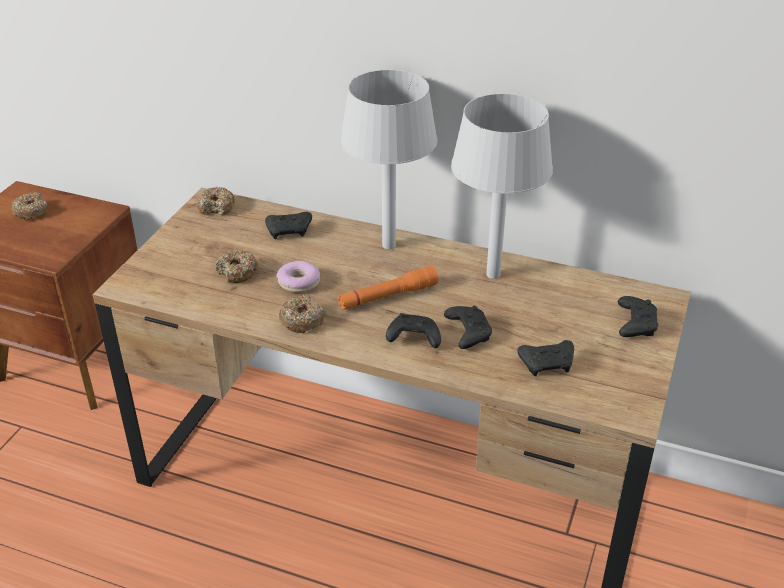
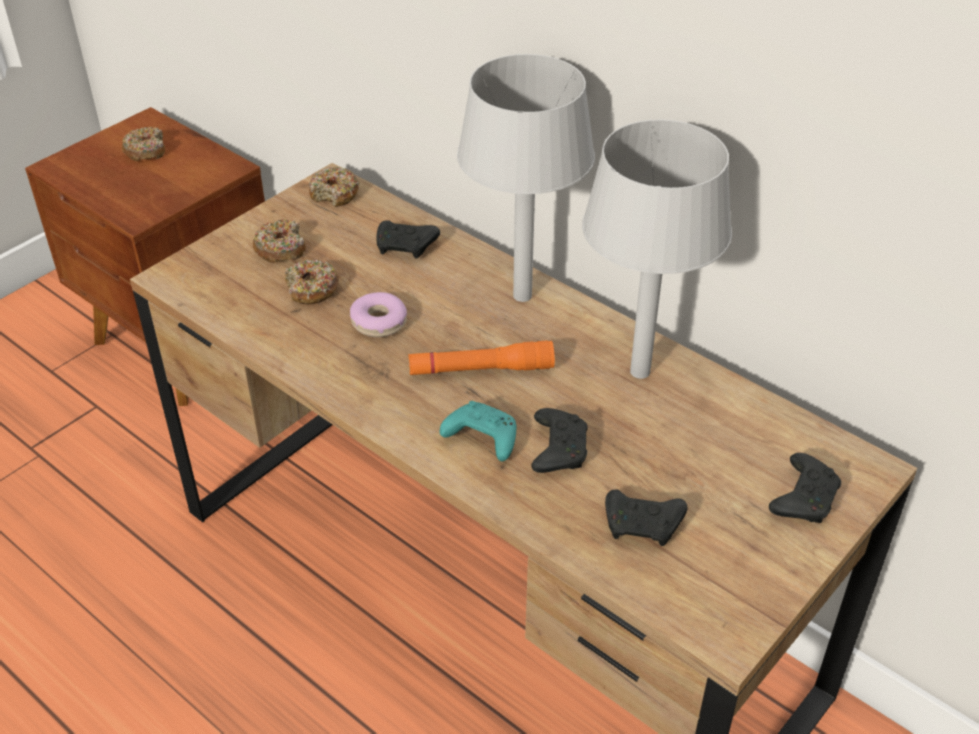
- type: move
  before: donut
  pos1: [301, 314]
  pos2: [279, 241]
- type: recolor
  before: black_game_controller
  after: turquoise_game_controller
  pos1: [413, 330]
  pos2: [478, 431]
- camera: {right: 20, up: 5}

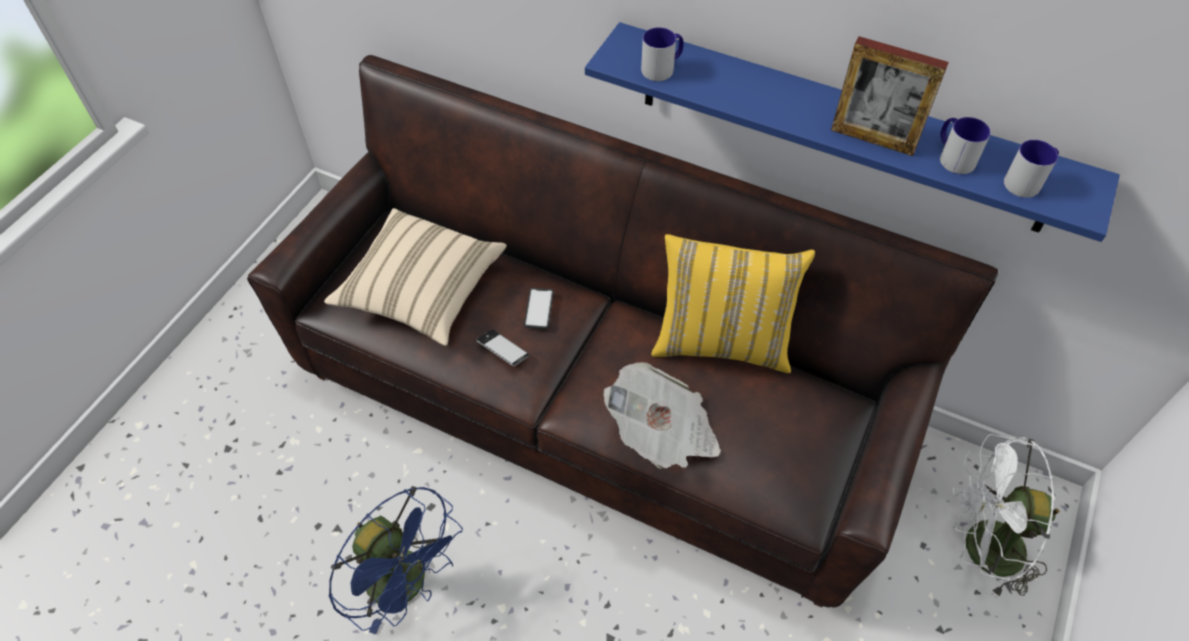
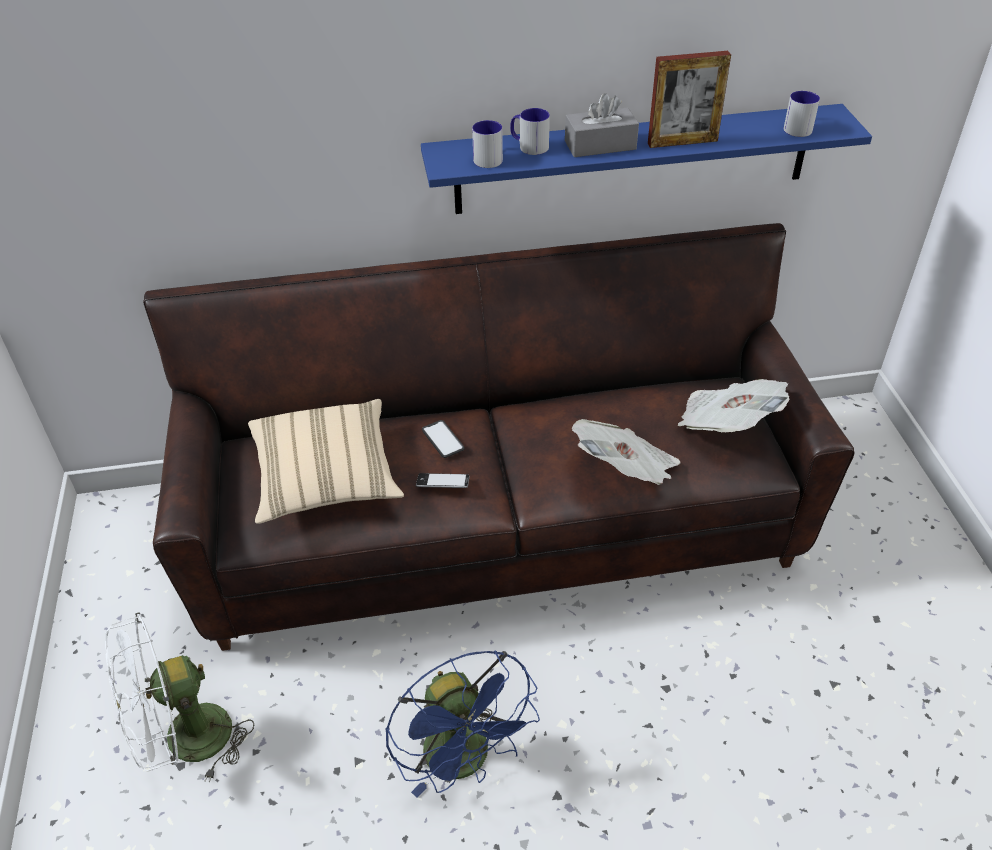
- type: delete
  before: yellow_pillow
  pos1: [733, 303]
- type: insert
  after: grey_tissue_box
  pos2: [602, 125]
- type: insert
  after: newspaper
  pos2: [733, 406]
- type: move
  before: mug
  pos1: [965, 145]
  pos2: [530, 131]
- type: move
  before: white_fan
  pos1: [1005, 516]
  pos2: [180, 697]
- type: rotate
  before: blue_fan
  pos1: [395, 560]
  pos2: [463, 724]
  turn: 60
- camera: {right: -35, up: -10}

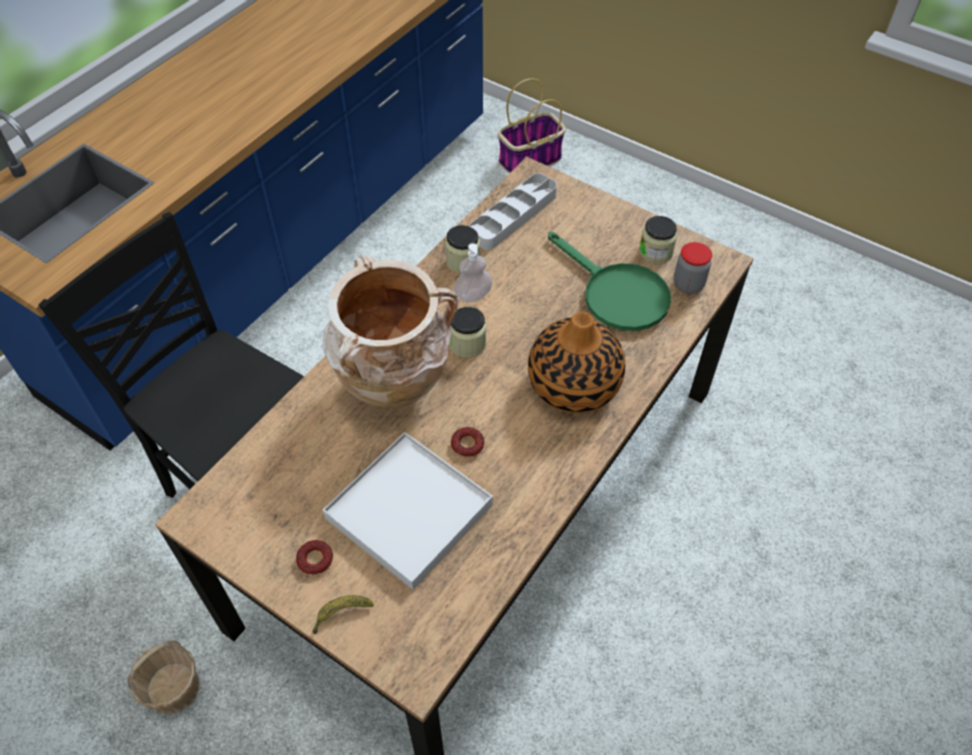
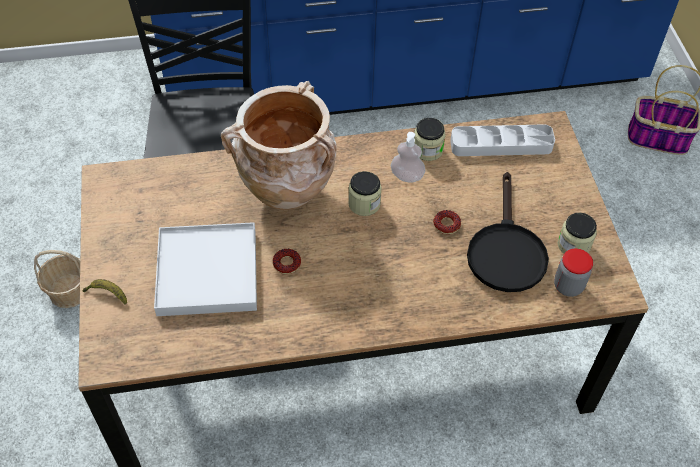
- type: delete
  before: vase
  pos1: [576, 362]
- type: move
  before: donut
  pos1: [314, 557]
  pos2: [447, 222]
- type: recolor
  before: green_frying_pan
  after: black_frying_pan
  pos1: [609, 281]
  pos2: [508, 232]
- camera: {right: 45, up: 0}

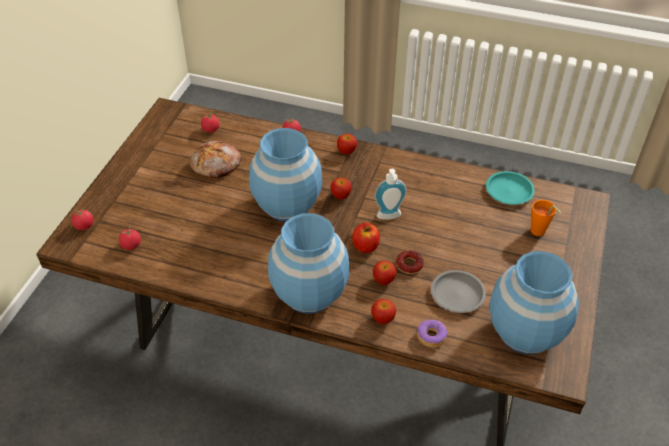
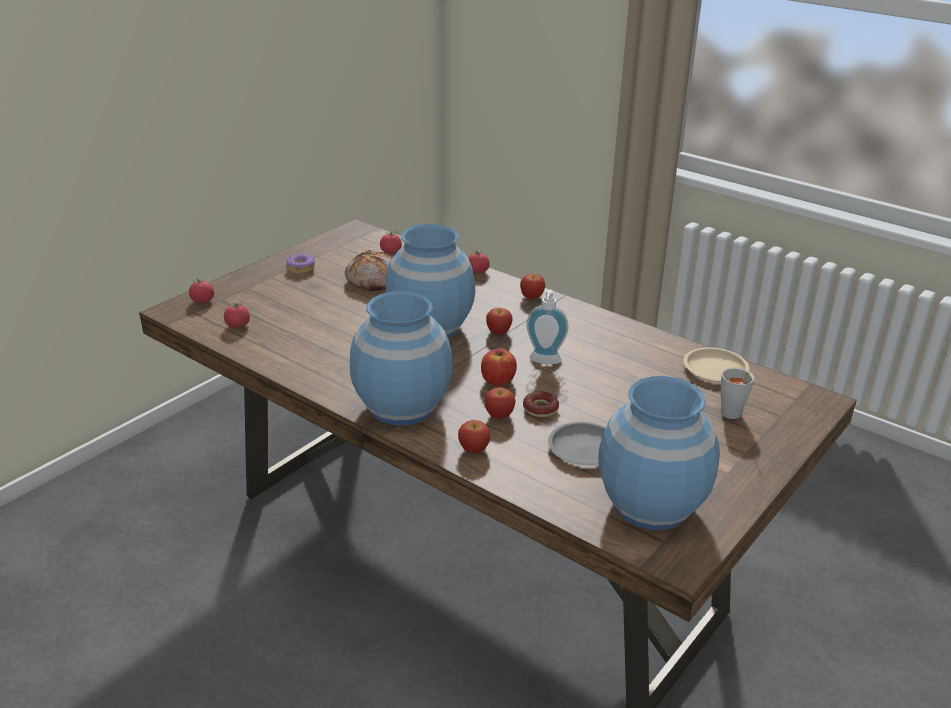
- type: move
  before: donut
  pos1: [432, 333]
  pos2: [300, 264]
- type: recolor
  before: turquoise_plate
  after: beige_plate
  pos1: [510, 188]
  pos2: [716, 364]
- type: recolor
  before: orange_cup
  after: grey_cup
  pos1: [546, 218]
  pos2: [737, 393]
- camera: {right: 20, up: -15}

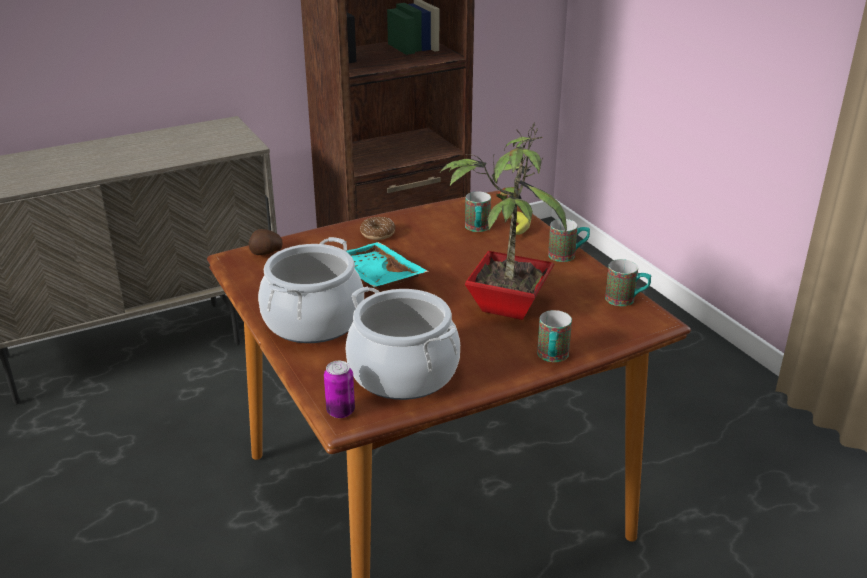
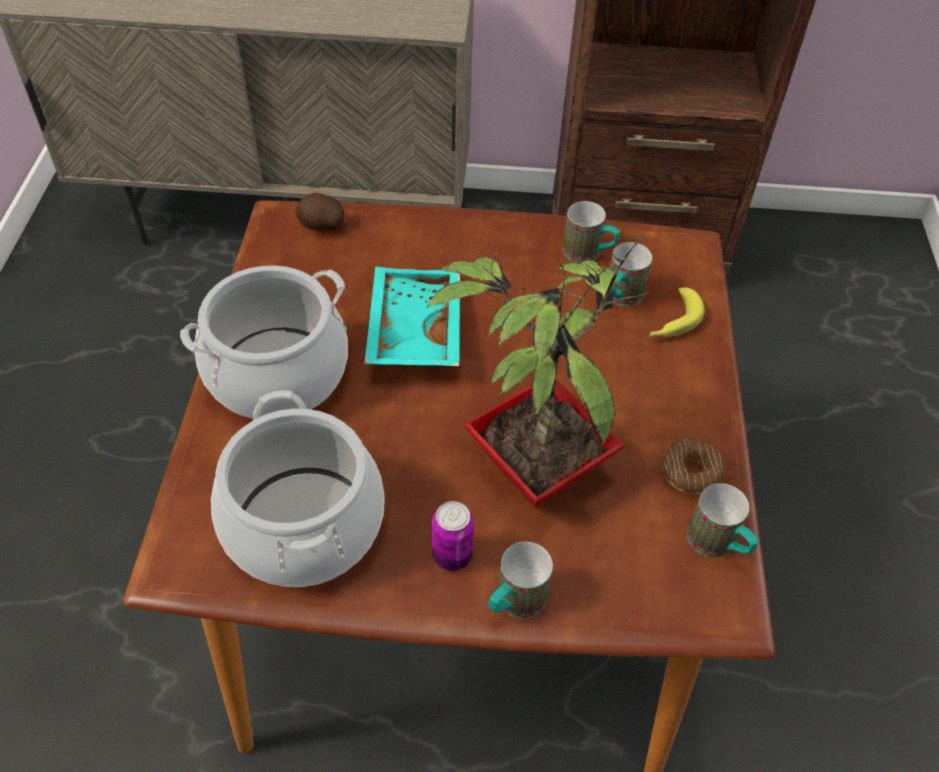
- type: move
  before: can
  pos1: [339, 389]
  pos2: [453, 536]
- type: move
  before: donut
  pos1: [378, 228]
  pos2: [693, 467]
- type: move
  before: mug
  pos1: [569, 240]
  pos2: [591, 232]
- camera: {right: 30, up: 20}

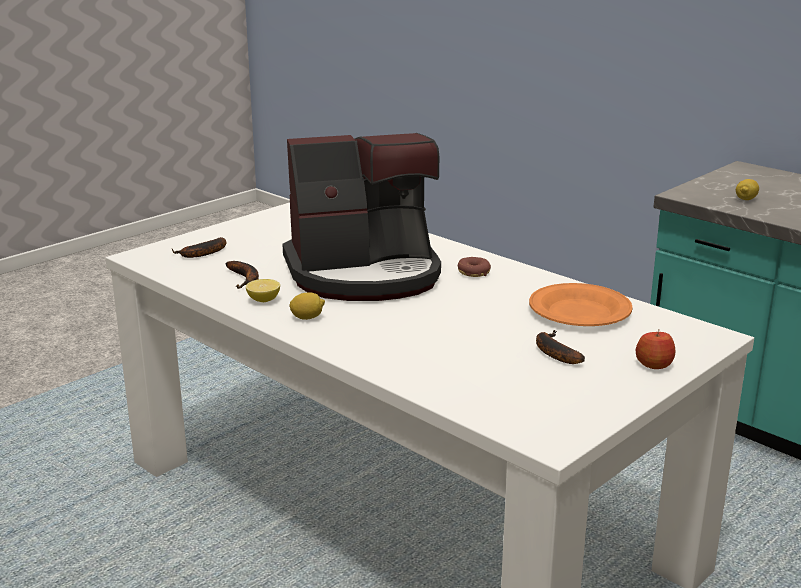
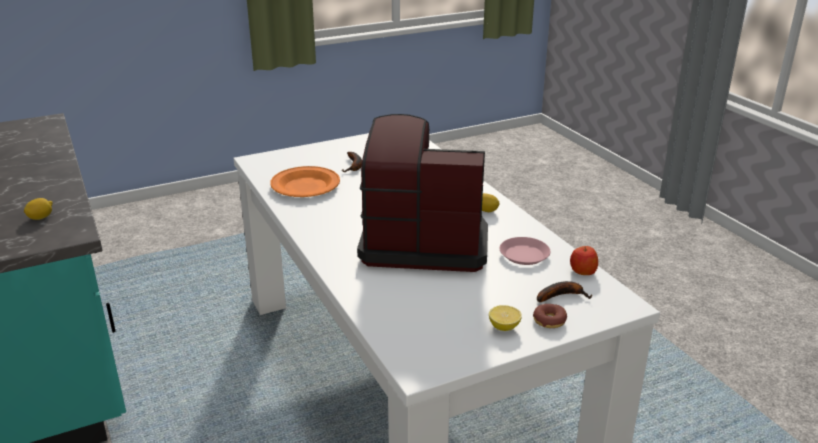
- type: move
  before: lemon
  pos1: [263, 290]
  pos2: [505, 318]
- type: move
  before: donut
  pos1: [474, 267]
  pos2: [550, 316]
- type: move
  before: apple
  pos1: [655, 349]
  pos2: [584, 260]
- type: replace
  before: banana
  after: pink_plate
  pos1: [242, 275]
  pos2: [525, 251]
- camera: {right: -160, up: 5}

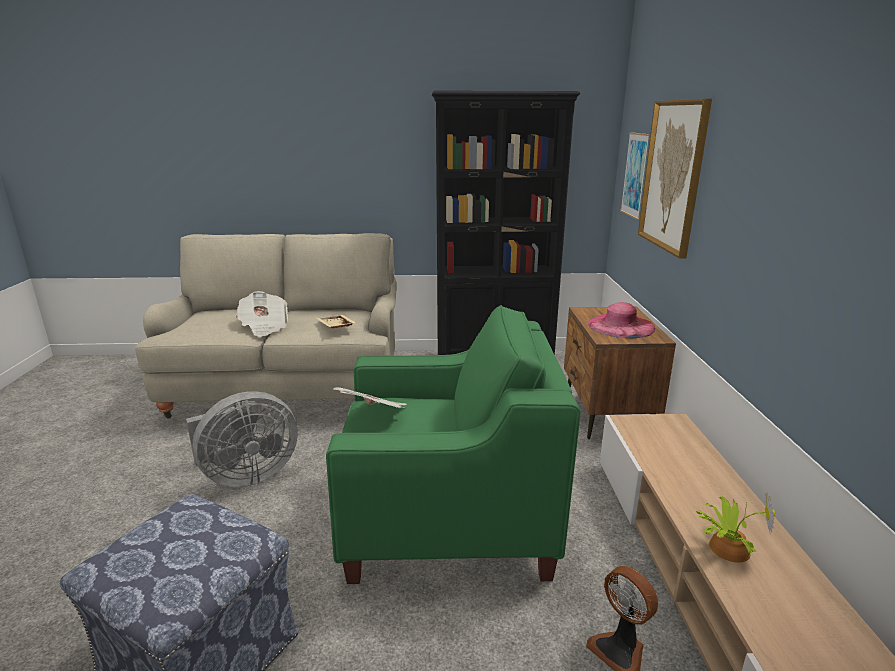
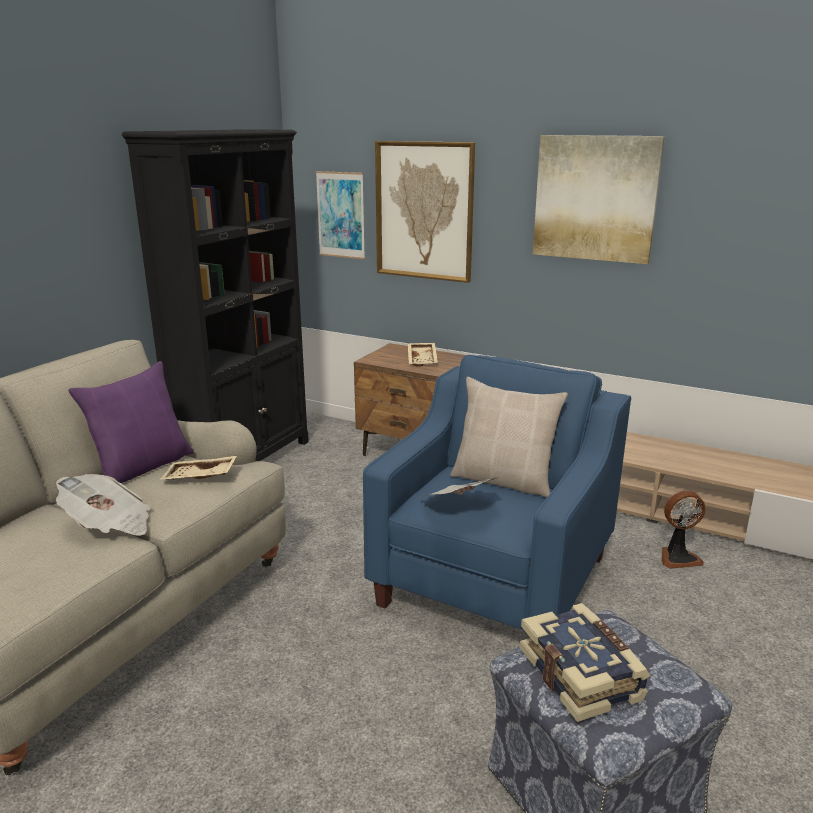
- type: delete
  before: grey_fan
  pos1: [242, 439]
- type: delete
  before: potted_plant
  pos1: [735, 528]
- type: insert
  after: purple_pillow
  pos2: [131, 422]
- type: insert
  after: beige_pillow
  pos2: [509, 437]
- type: insert
  after: book
  pos2: [585, 662]
- type: insert
  after: picture
  pos2: [599, 199]
- type: replace
  before: pink_hat
  after: beige_tray
  pos1: [621, 320]
  pos2: [423, 355]
- type: recolor
  before: green_armchair
  after: blue_armchair
  pos1: [453, 444]
  pos2: [497, 493]
- camera: {right: -60, up: 0}

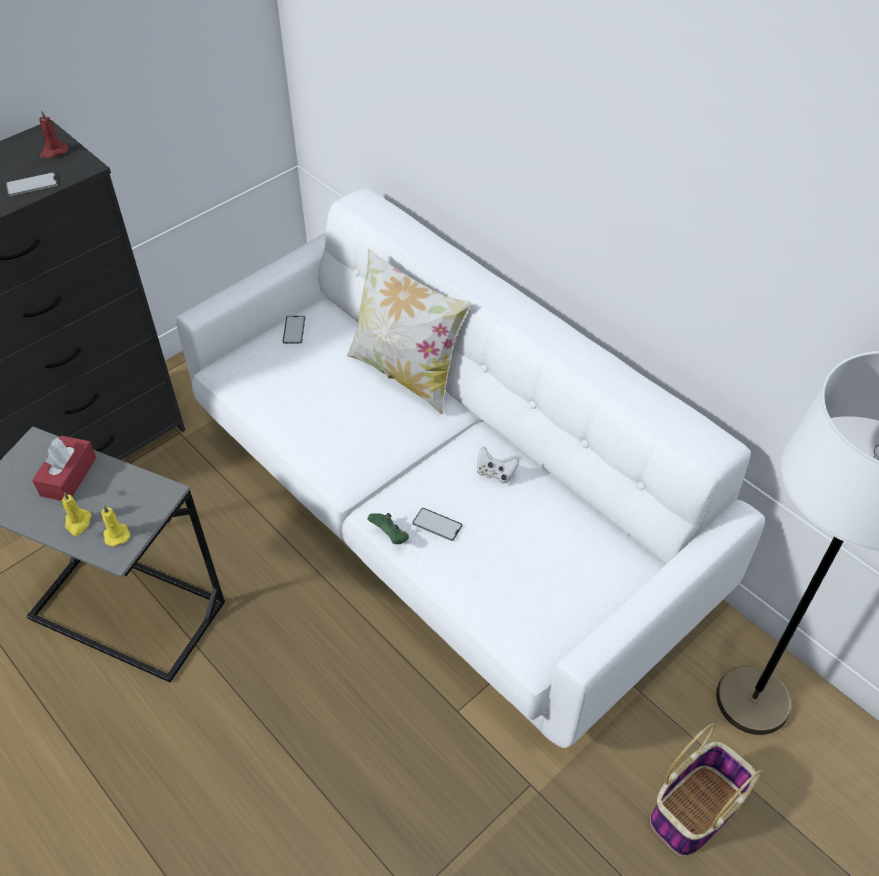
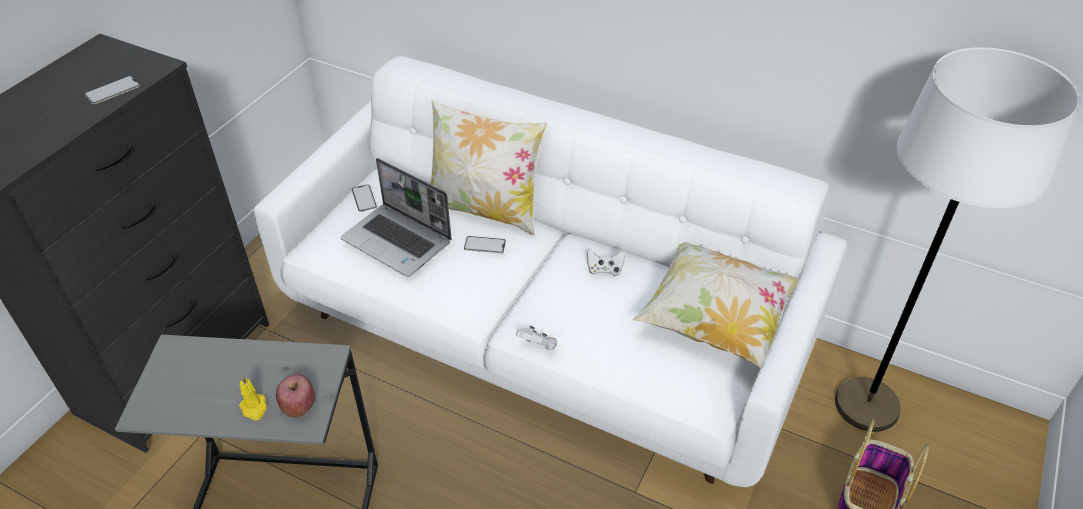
- type: delete
  before: red_tissue_box
  pos1: [64, 468]
- type: delete
  before: red_candle
  pos1: [54, 134]
- type: insert
  after: laptop
  pos2: [396, 217]
- type: insert
  after: pillow
  pos2: [716, 305]
- type: move
  before: phone
  pos1: [437, 524]
  pos2: [485, 244]
- type: replace
  before: yellow_candle
  after: apple
  pos1: [115, 525]
  pos2: [295, 395]
- type: recolor
  before: green_game_controller
  after: white_game_controller
  pos1: [388, 528]
  pos2: [536, 338]
- camera: {right: -20, up: -5}

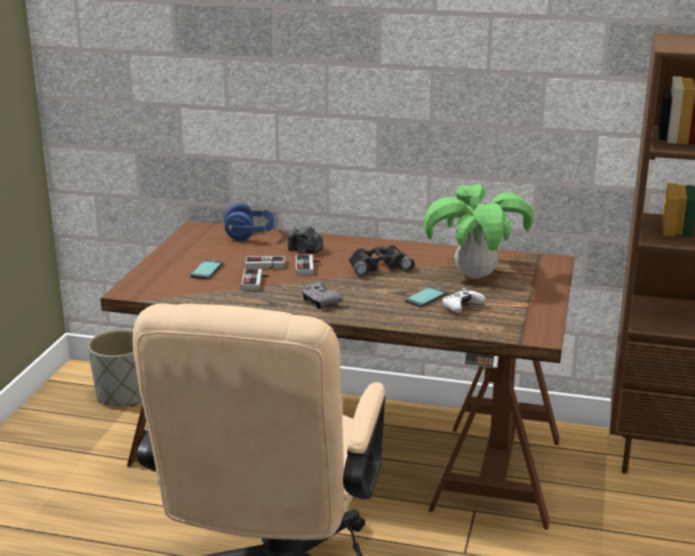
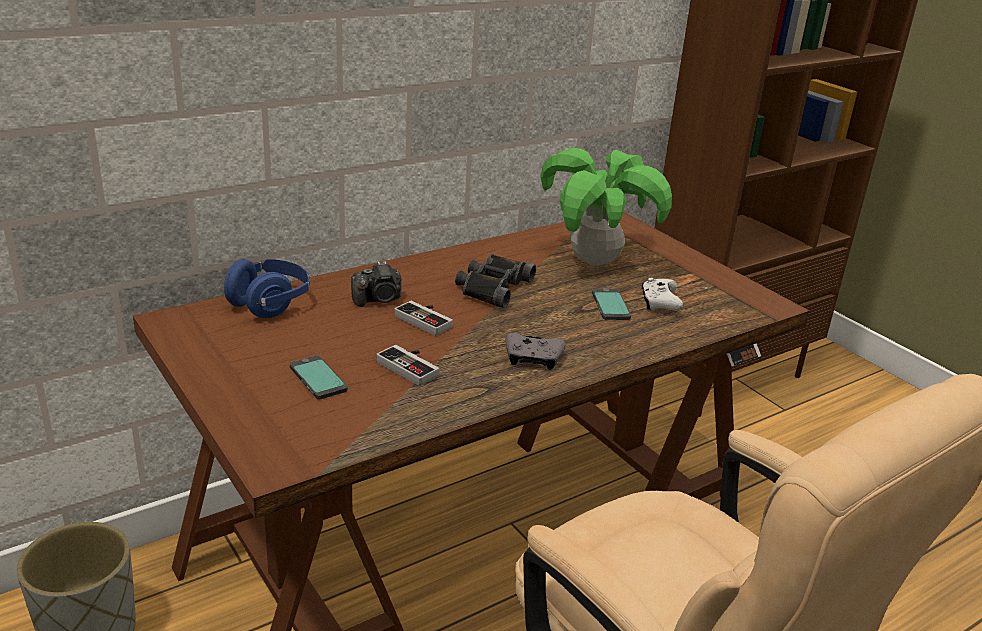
- type: delete
  before: game_controller
  pos1: [265, 262]
- camera: {right: -50, up: 5}

